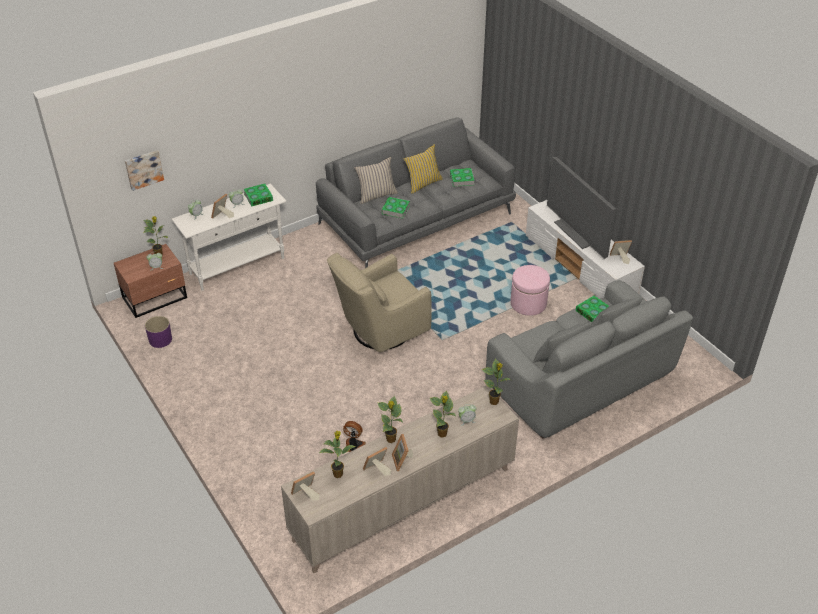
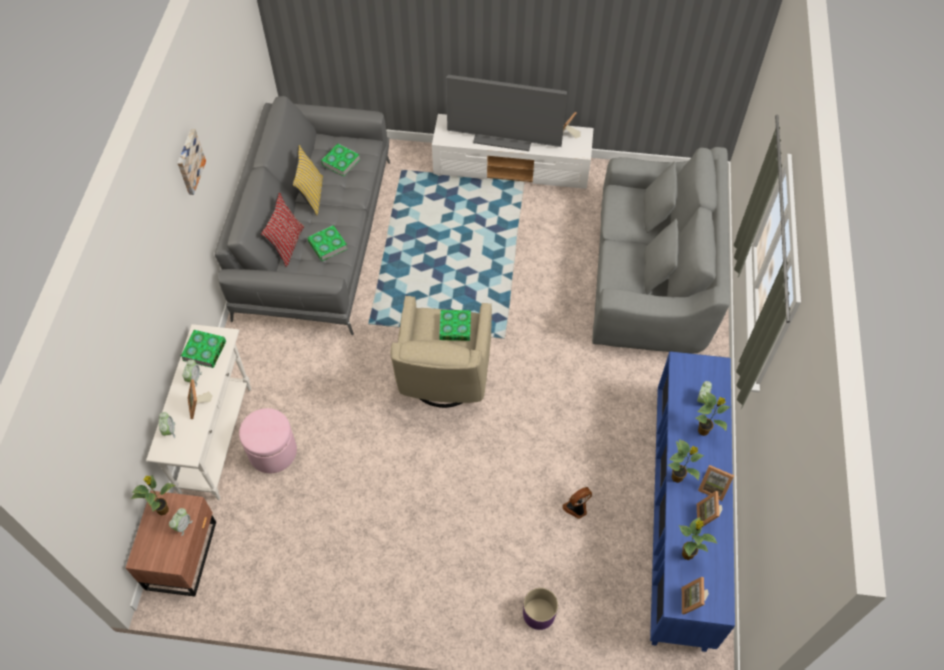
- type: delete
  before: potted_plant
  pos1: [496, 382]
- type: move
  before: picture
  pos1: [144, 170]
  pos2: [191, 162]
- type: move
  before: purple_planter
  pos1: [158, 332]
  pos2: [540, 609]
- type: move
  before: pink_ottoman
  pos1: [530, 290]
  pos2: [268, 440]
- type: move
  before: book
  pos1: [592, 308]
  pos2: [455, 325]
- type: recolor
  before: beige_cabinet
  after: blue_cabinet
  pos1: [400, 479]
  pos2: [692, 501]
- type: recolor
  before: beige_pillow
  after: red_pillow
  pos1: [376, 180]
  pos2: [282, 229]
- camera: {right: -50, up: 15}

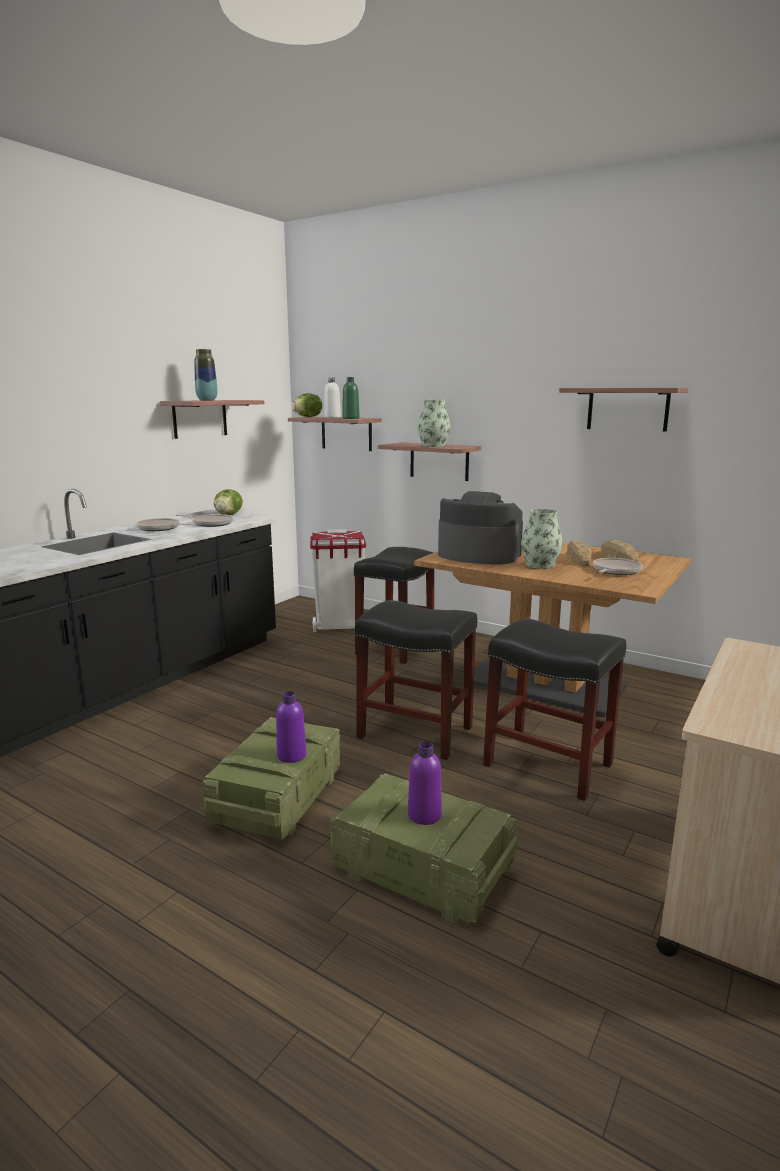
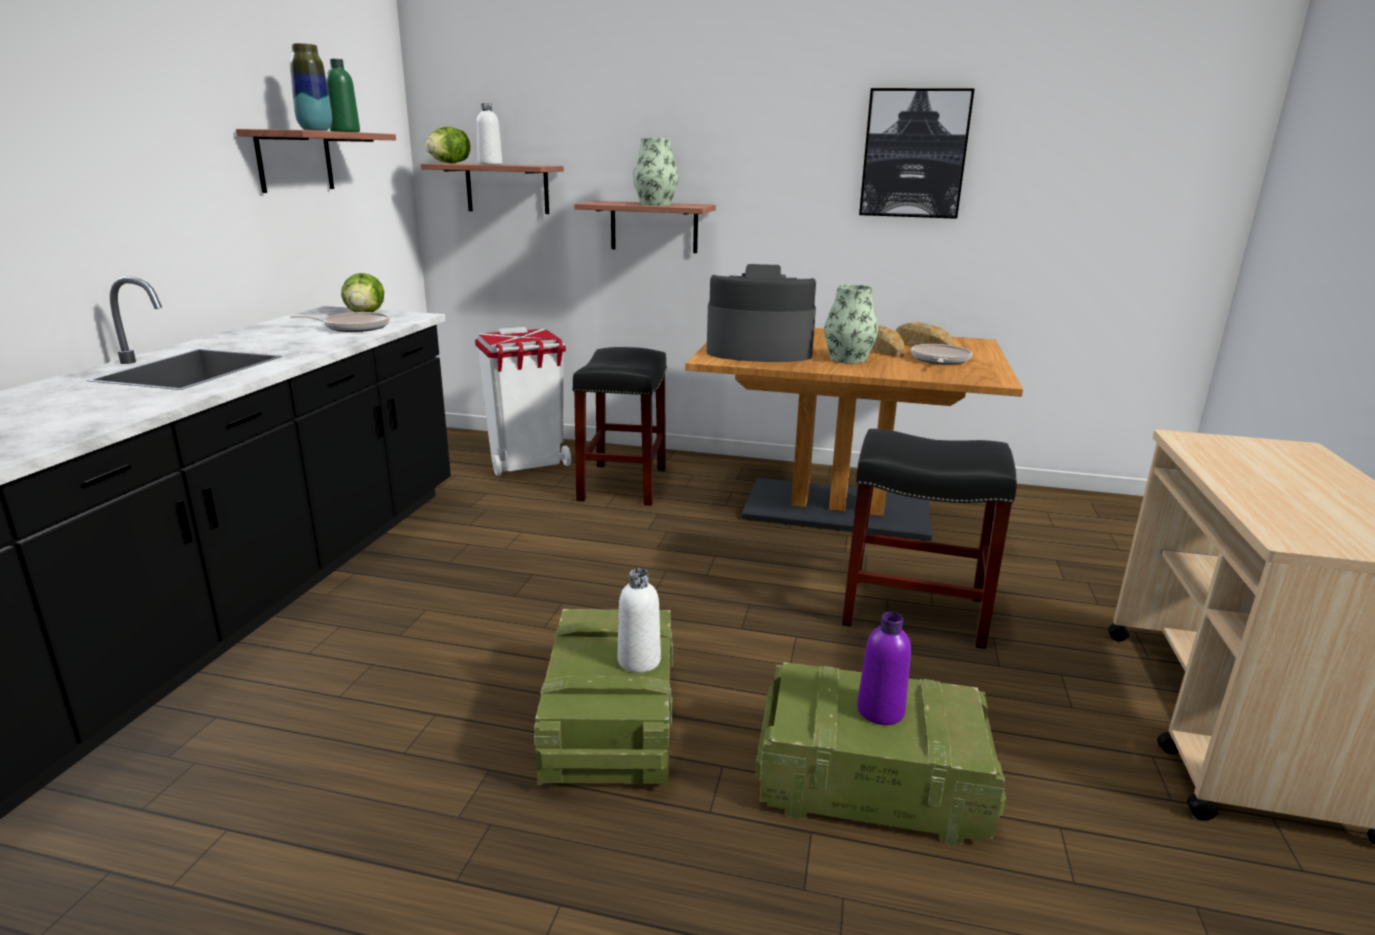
- type: delete
  before: frying_pan
  pos1: [163, 524]
- type: delete
  before: black_stool
  pos1: [416, 680]
- type: move
  before: green_bottle
  pos1: [351, 398]
  pos2: [343, 95]
- type: replace
  before: shelf
  after: picture
  pos1: [624, 409]
  pos2: [916, 153]
- type: recolor
  before: purple_bottle
  after: white_bottle
  pos1: [291, 727]
  pos2: [639, 620]
- camera: {right: -20, up: 5}

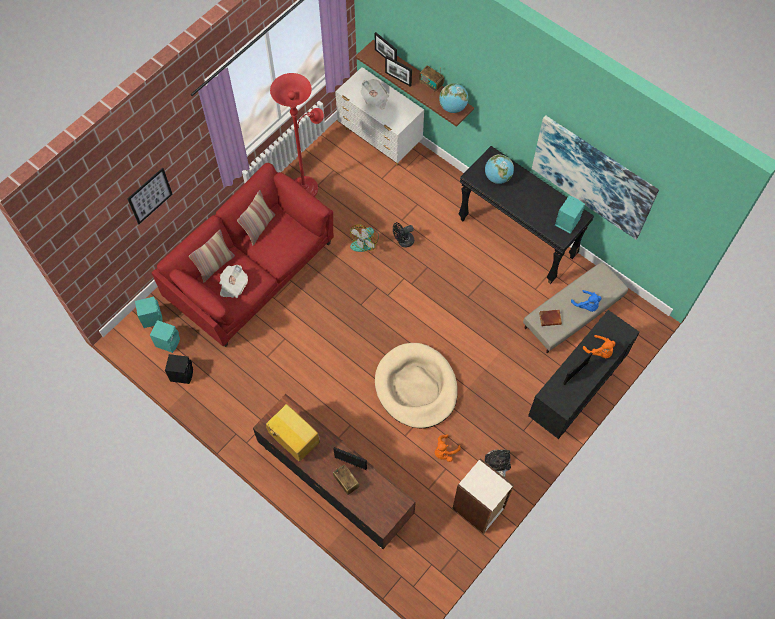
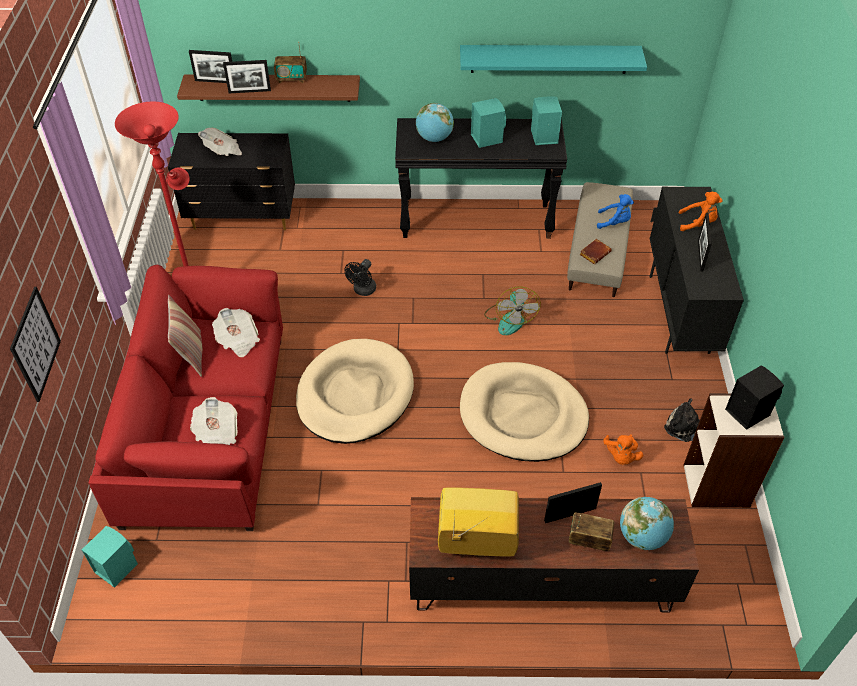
- type: delete
  before: pillow
  pos1: [212, 256]
- type: insert
  after: newspaper
  pos2: [236, 332]
- type: insert
  after: beige_dog_bed
  pos2: [355, 391]
- type: move
  before: turquoise_speaker
  pos1: [165, 336]
  pos2: [488, 123]
- type: move
  before: black_speaker
  pos1: [179, 369]
  pos2: [754, 397]
- type: move
  before: fan
  pos1: [364, 238]
  pos2: [512, 311]
- type: move
  before: globe
  pos1: [454, 98]
  pos2: [647, 523]
- type: replace
  before: picture
  after: turquoise_shelf
  pos1: [595, 177]
  pos2: [553, 59]
- type: recolor
  before: white_dresser
  after: black_dresser
  pos1: [379, 116]
  pos2: [231, 181]
- camera: {right: -40, up: -15}

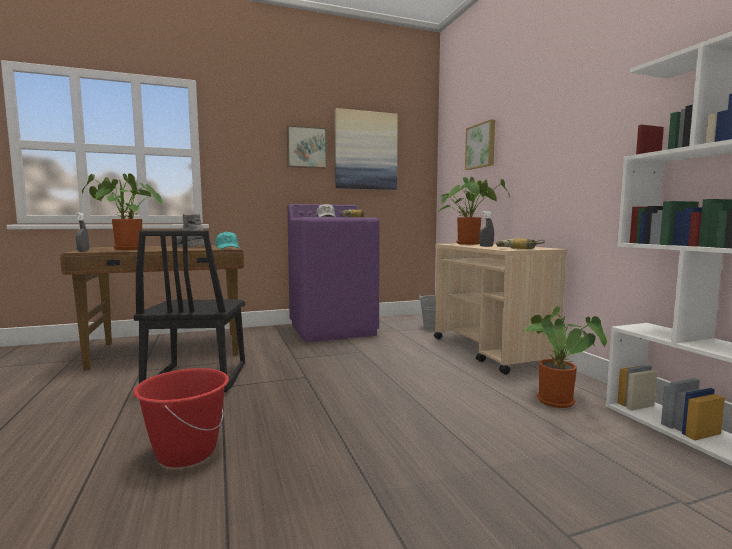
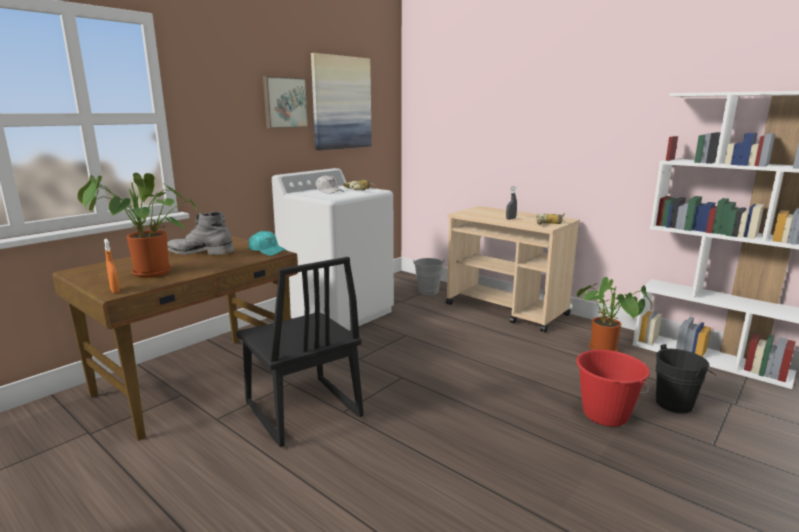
- type: delete
  before: potted_plant
  pos1: [474, 211]
- type: delete
  before: picture
  pos1: [480, 144]
- type: insert
  after: black_bucket
  pos2: [686, 379]
- type: move
  before: red_bucket
  pos1: [181, 417]
  pos2: [613, 388]
- type: recolor
  before: grey_spray_bottle
  after: orange_spray_bottle
  pos1: [82, 232]
  pos2: [112, 266]
- type: recolor
  before: purple_washing_machine
  after: white_washing_machine
  pos1: [333, 273]
  pos2: [333, 249]
- camera: {right: -30, up: 10}

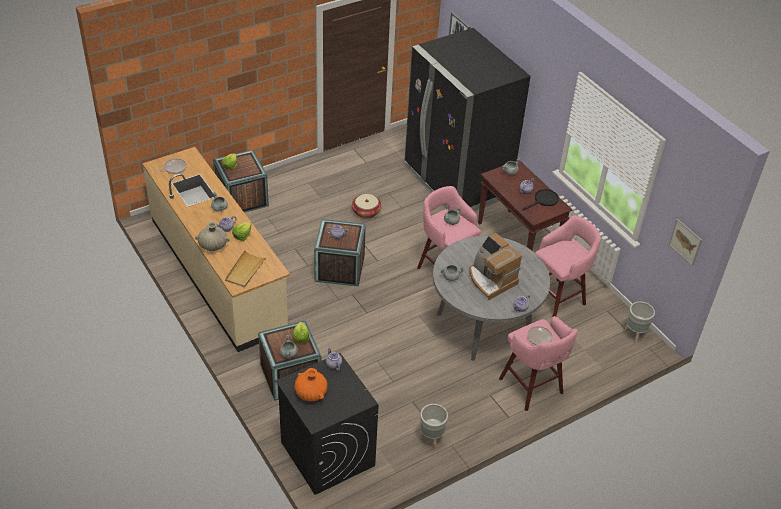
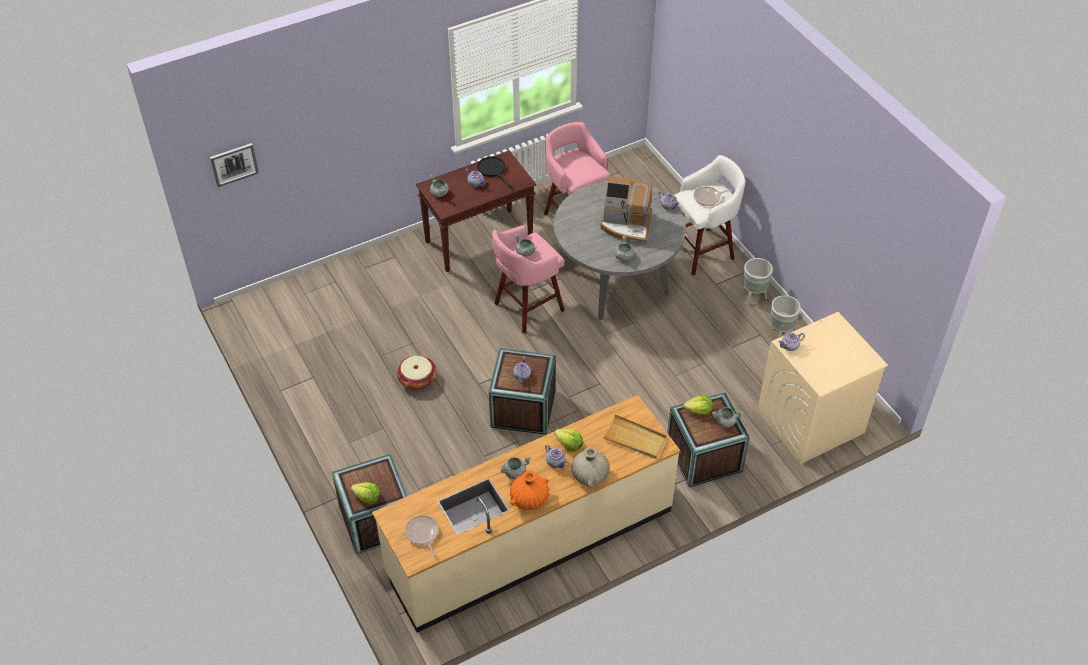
- type: delete
  before: black_fridge
  pos1: [468, 119]
- type: delete
  before: picture
  pos1: [685, 242]
- type: move
  before: orange_vase
  pos1: [310, 384]
  pos2: [529, 490]
- type: move
  before: grey_planter
  pos1: [639, 322]
  pos2: [758, 281]
- type: recolor
  before: black_washing_machine
  after: beige_washing_machine
  pos1: [327, 424]
  pos2: [822, 388]
- type: recolor
  before: pink_stool
  after: white_stool
  pos1: [538, 363]
  pos2: [710, 215]
- type: rotate
  before: coffee_machine
  pos1: [495, 266]
  pos2: [627, 210]
  turn: 45
- camera: {right: -85, up: 5}

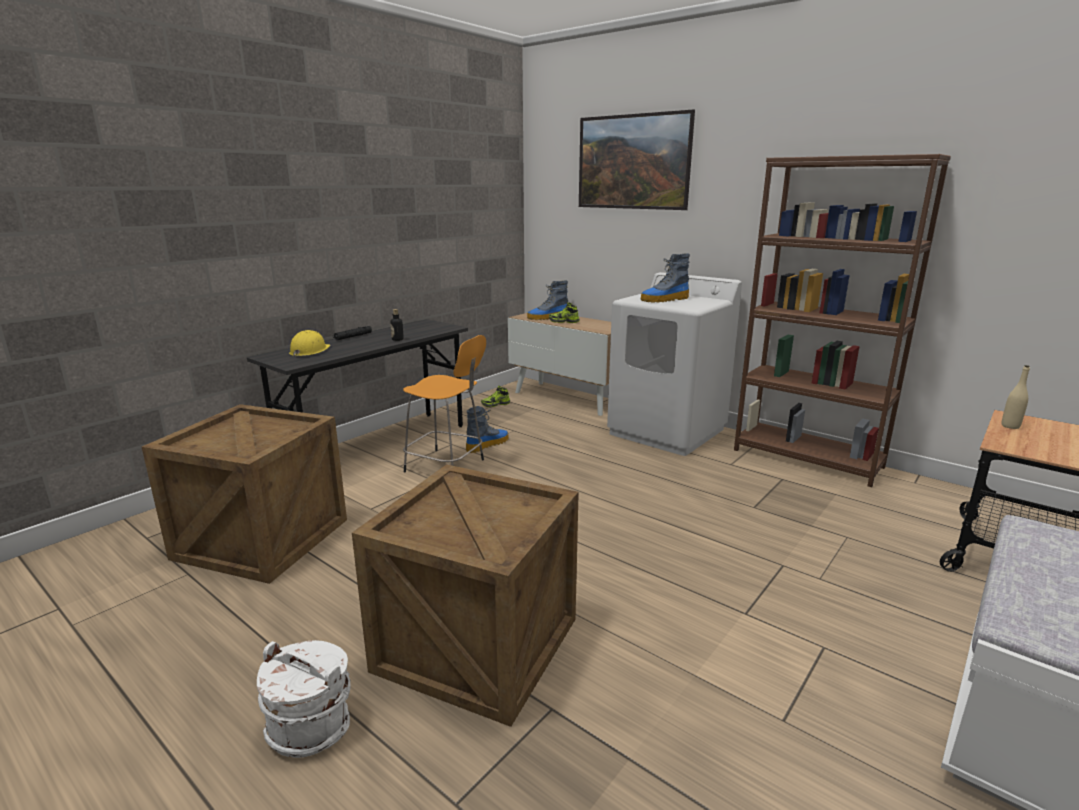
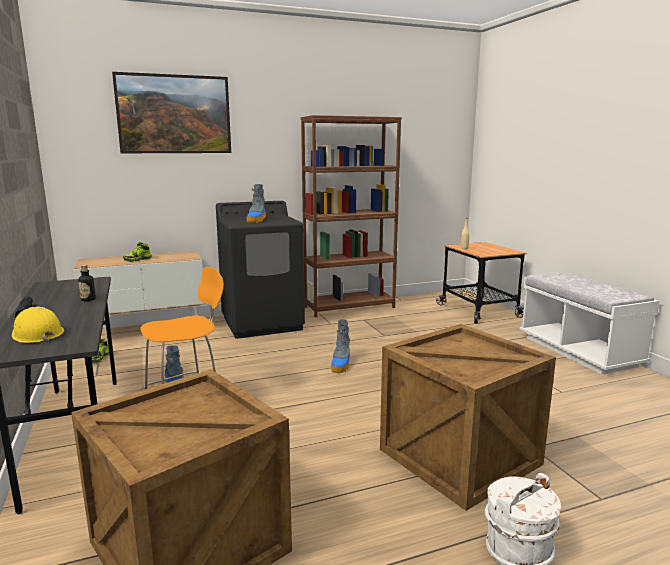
- type: move
  before: boot
  pos1: [547, 300]
  pos2: [340, 346]
- type: recolor
  before: white_washing_machine
  after: black_washing_machine
  pos1: [674, 364]
  pos2: [260, 270]
- camera: {right: -60, up: -5}

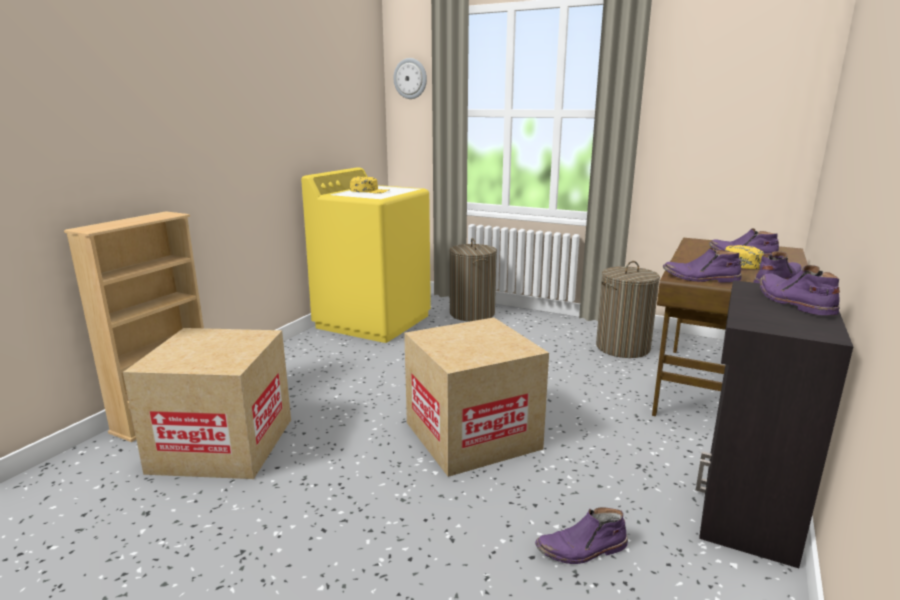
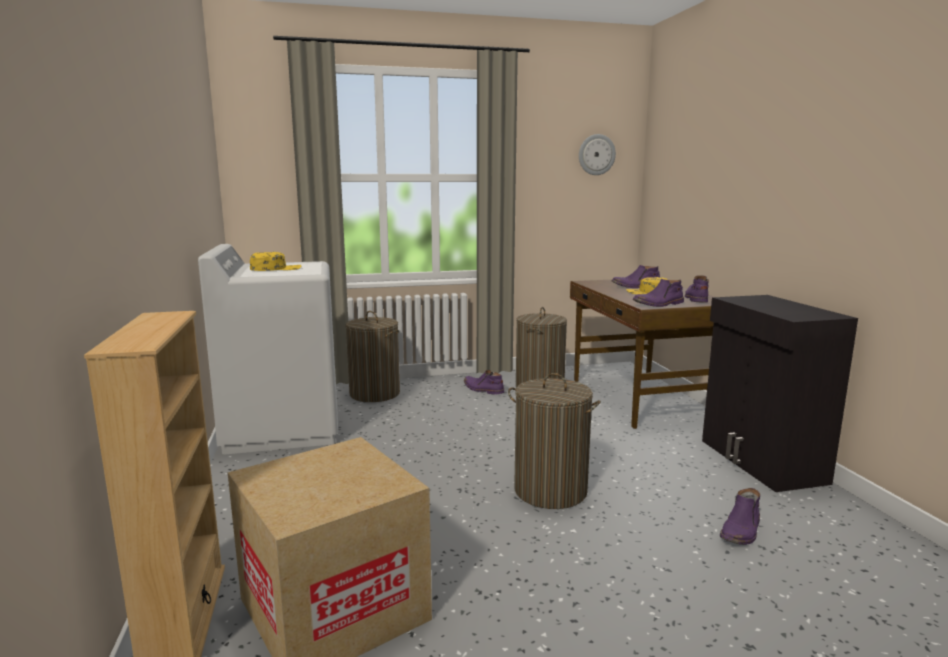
- type: move
  before: wall_clock
  pos1: [410, 78]
  pos2: [597, 154]
- type: move
  before: purple_boot
  pos1: [799, 290]
  pos2: [484, 382]
- type: replace
  before: cardboard_box
  after: laundry_basket
  pos1: [476, 397]
  pos2: [554, 441]
- type: recolor
  before: yellow_washing_machine
  after: white_washing_machine
  pos1: [366, 255]
  pos2: [268, 349]
- camera: {right: -40, up: -5}

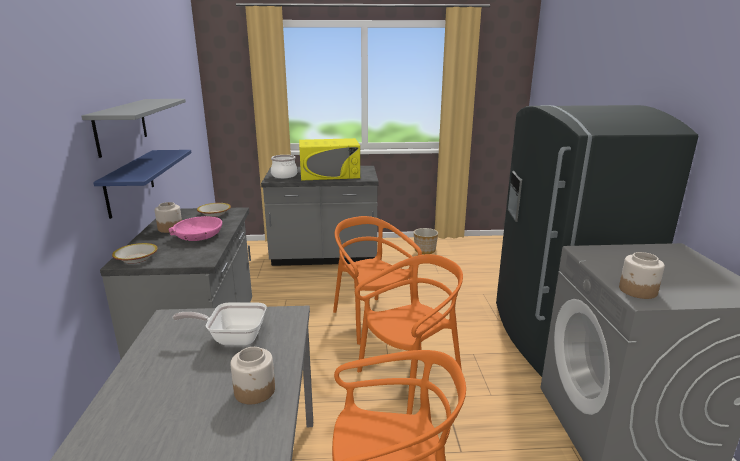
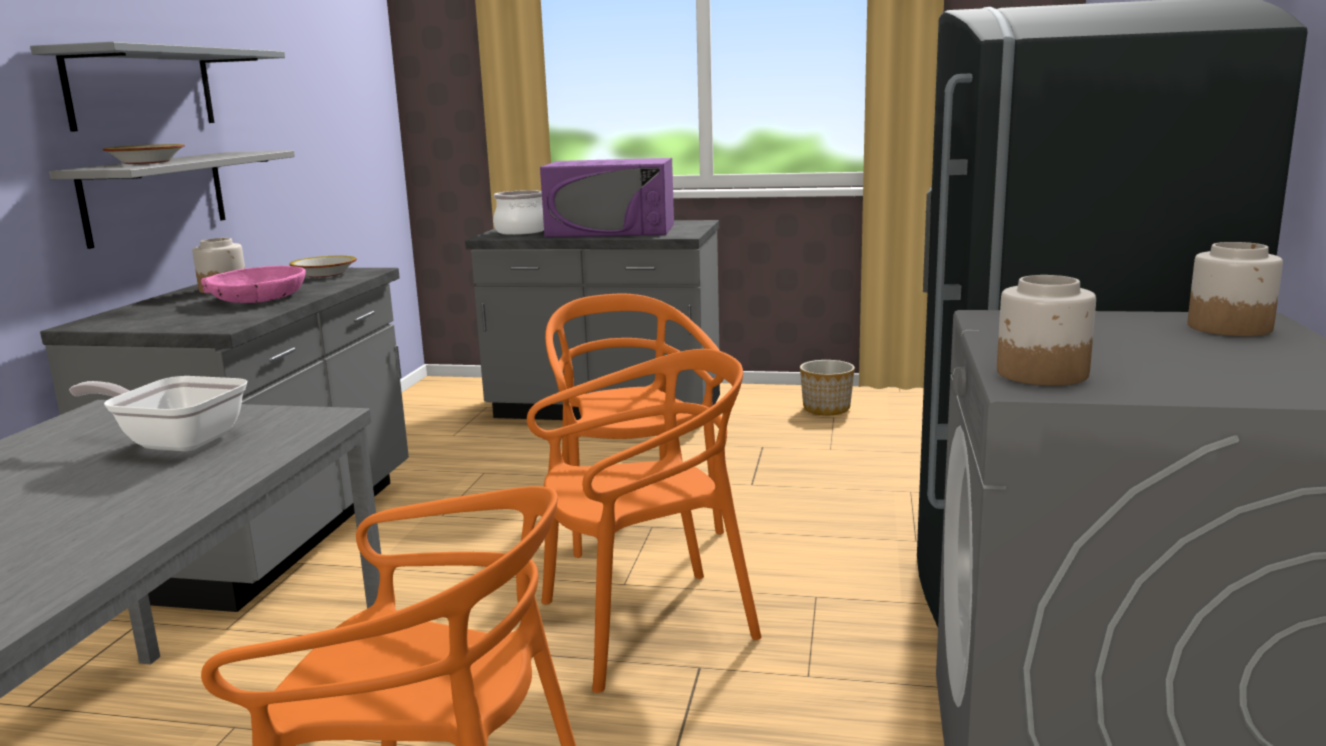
- type: move
  before: bowl
  pos1: [135, 253]
  pos2: [144, 154]
- type: move
  before: jar
  pos1: [252, 375]
  pos2: [1235, 289]
- type: recolor
  before: blue_shelf
  after: grey_shelf
  pos1: [142, 184]
  pos2: [172, 199]
- type: recolor
  before: yellow_microwave
  after: purple_microwave
  pos1: [329, 159]
  pos2: [607, 197]
- camera: {right: 15, up: -5}

